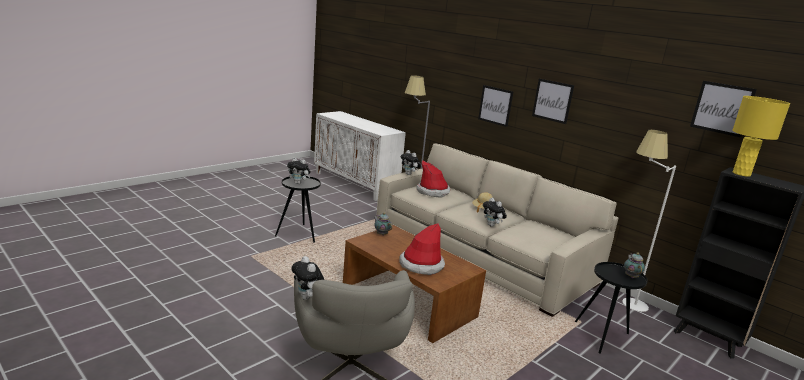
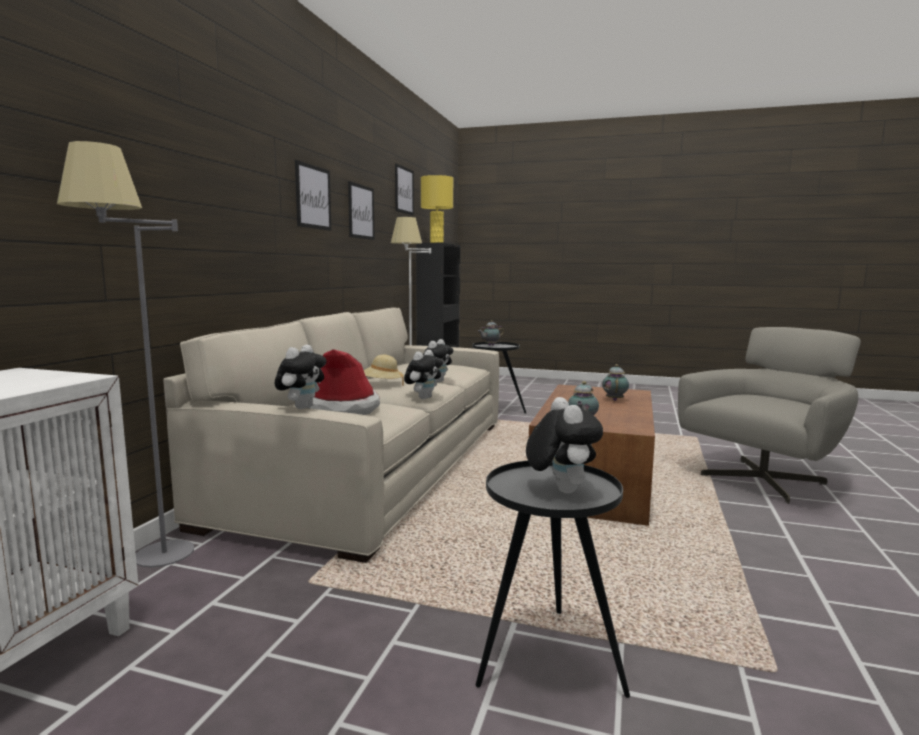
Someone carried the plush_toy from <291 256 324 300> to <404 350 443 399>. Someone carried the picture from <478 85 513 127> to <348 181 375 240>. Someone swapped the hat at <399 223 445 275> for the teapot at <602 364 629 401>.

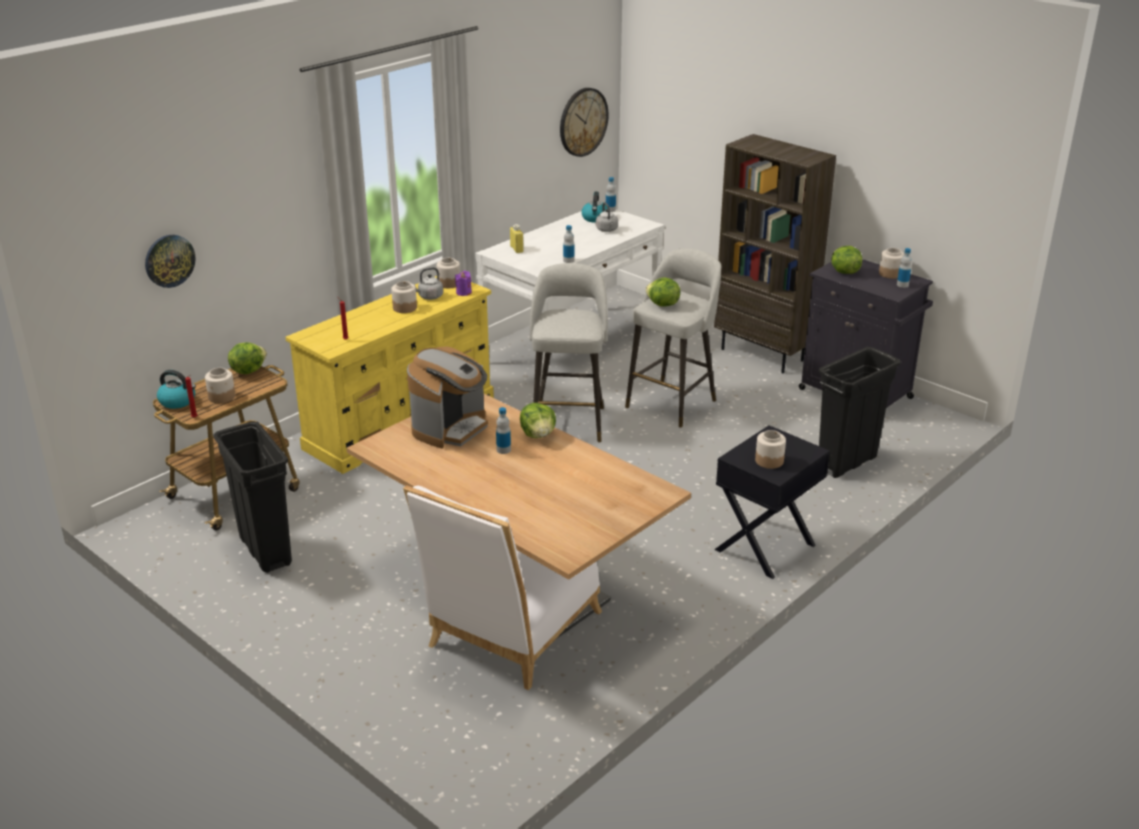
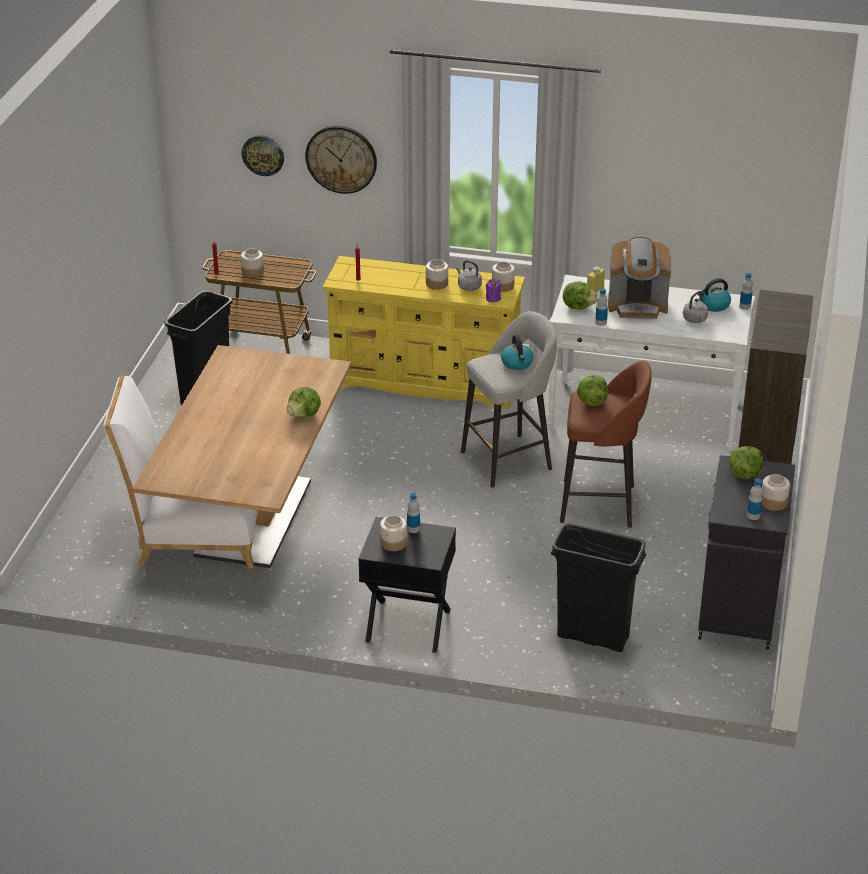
Someone carried the kettle from <157 370 196 409> to <501 335 534 370>. Someone carried the lettuce from <228 342 267 374> to <563 281 598 310>. Someone carried the coffee_machine from <407 347 488 448> to <608 237 671 319>. Someone carried the bottle from <496 407 511 454> to <407 493 420 533>. Someone carried the wall_clock from <560 88 609 157> to <305 126 377 194>. Someone repainted the grey_stool at <625 249 721 428>, which became the brown_stool at <560 361 652 528>.

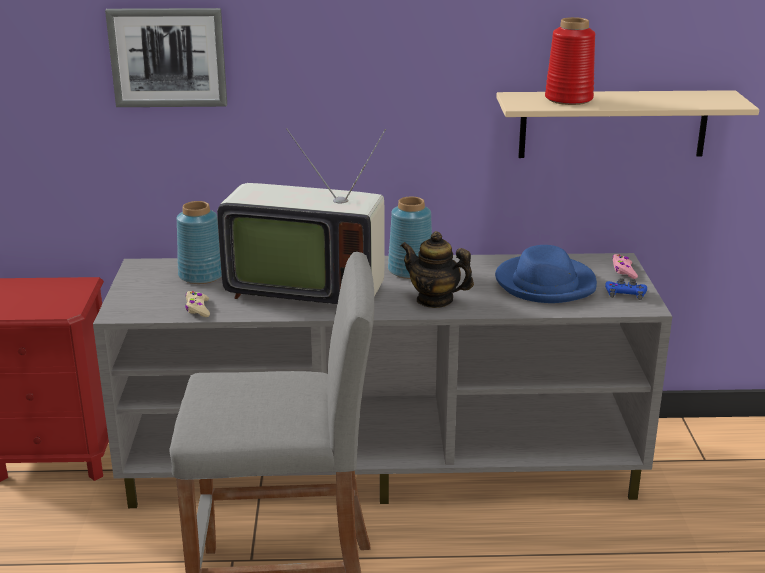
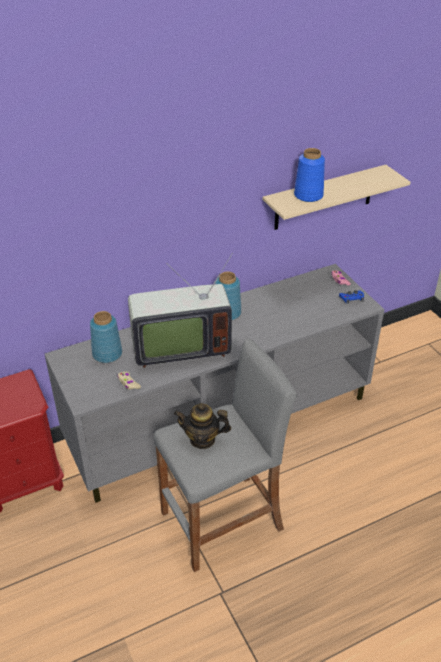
Someone took away the picture at <105 8 227 107>. Someone took away the blue_hat at <495 245 597 303>. Someone carried the teapot from <401 231 474 308> to <174 403 231 449>. Someone repainted the red_vase at <545 17 595 105>, which became the blue_vase at <294 148 325 202>.

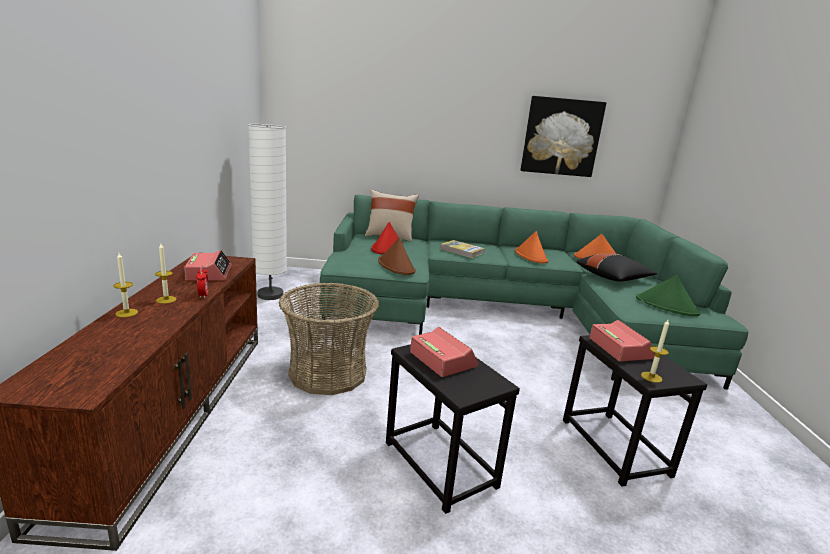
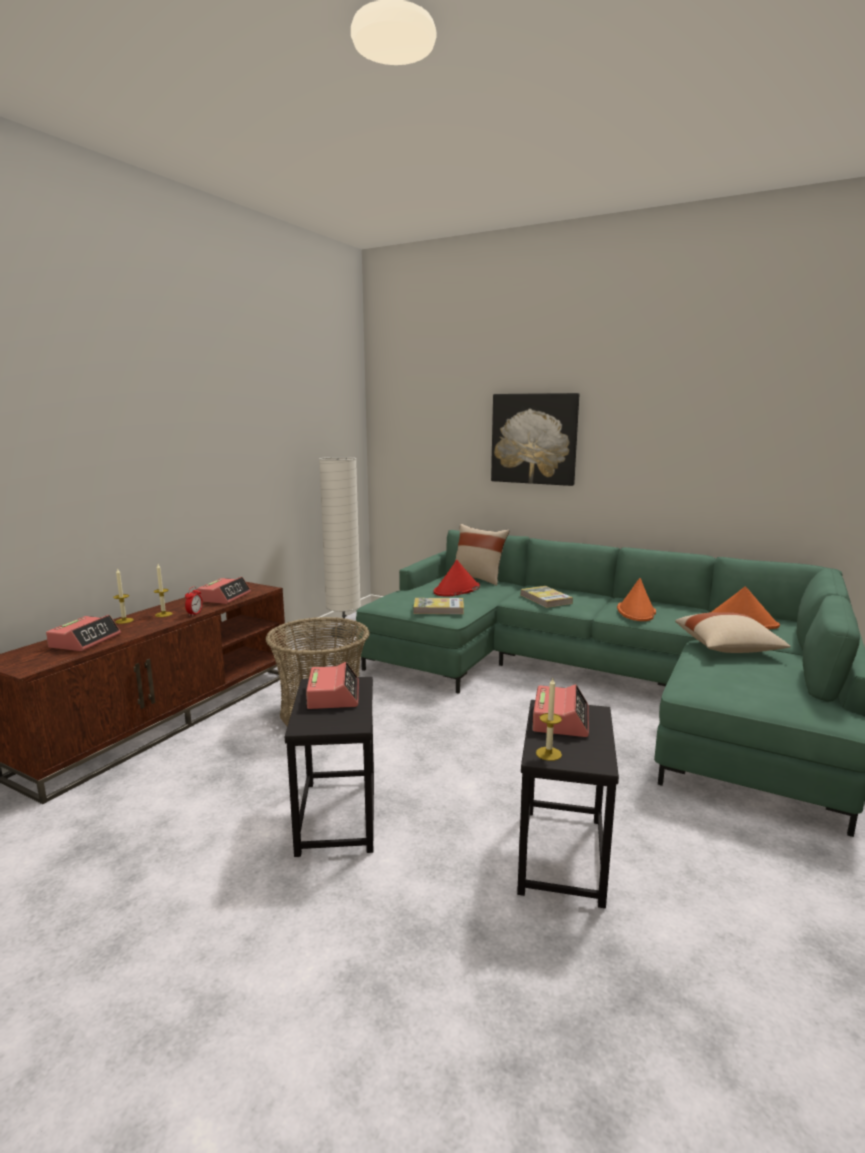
Someone took away the green_hat at <636 275 700 316>. Someone put down the alarm_clock at <46 615 121 651>. Someone carried the picture from <521 96 606 177> to <491 393 579 486>. Someone swapped the brown_hat at <378 237 416 275> for the book at <414 598 464 614>. Someone repainted the black_pillow at <576 253 657 282>, which became the beige_pillow at <675 612 791 653>.

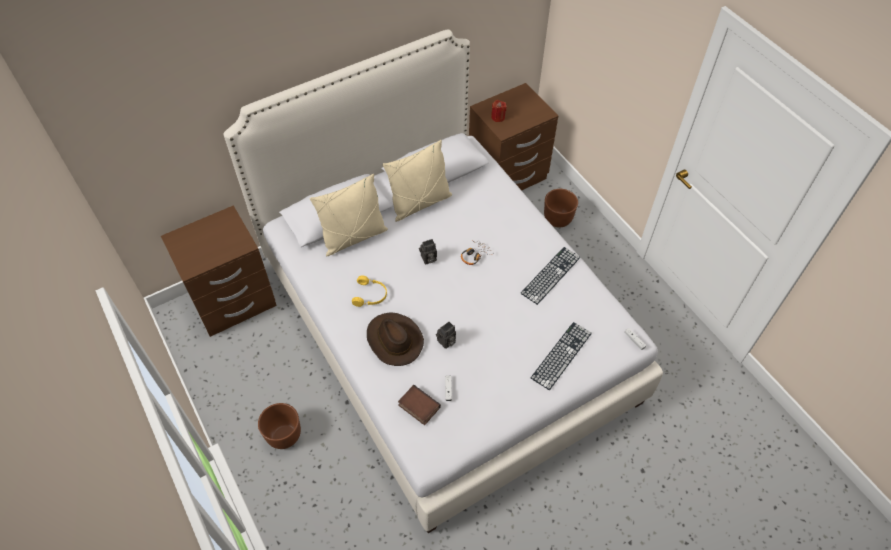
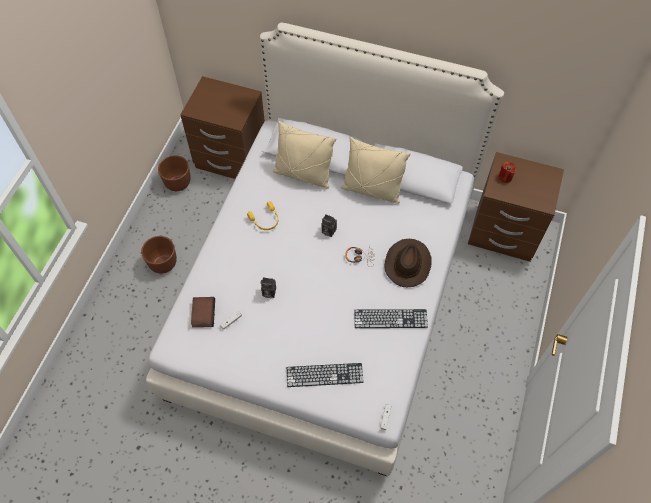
Someone carried the brown_hat from <367 312 424 366> to <385 239 432 287>. Someone carried the brown_planter from <544 189 578 228> to <158 155 191 191>.

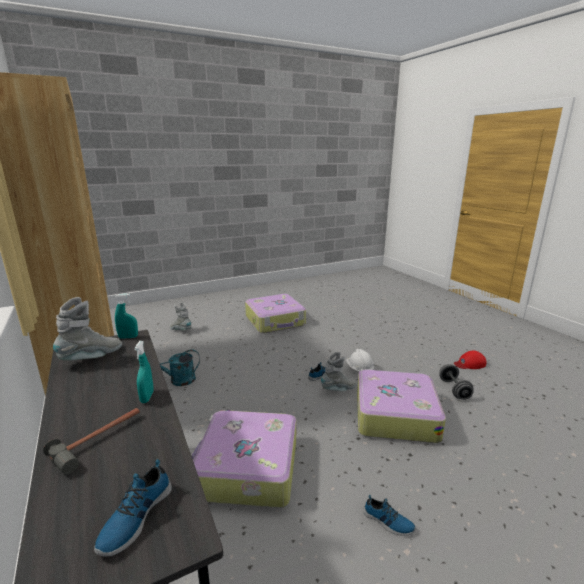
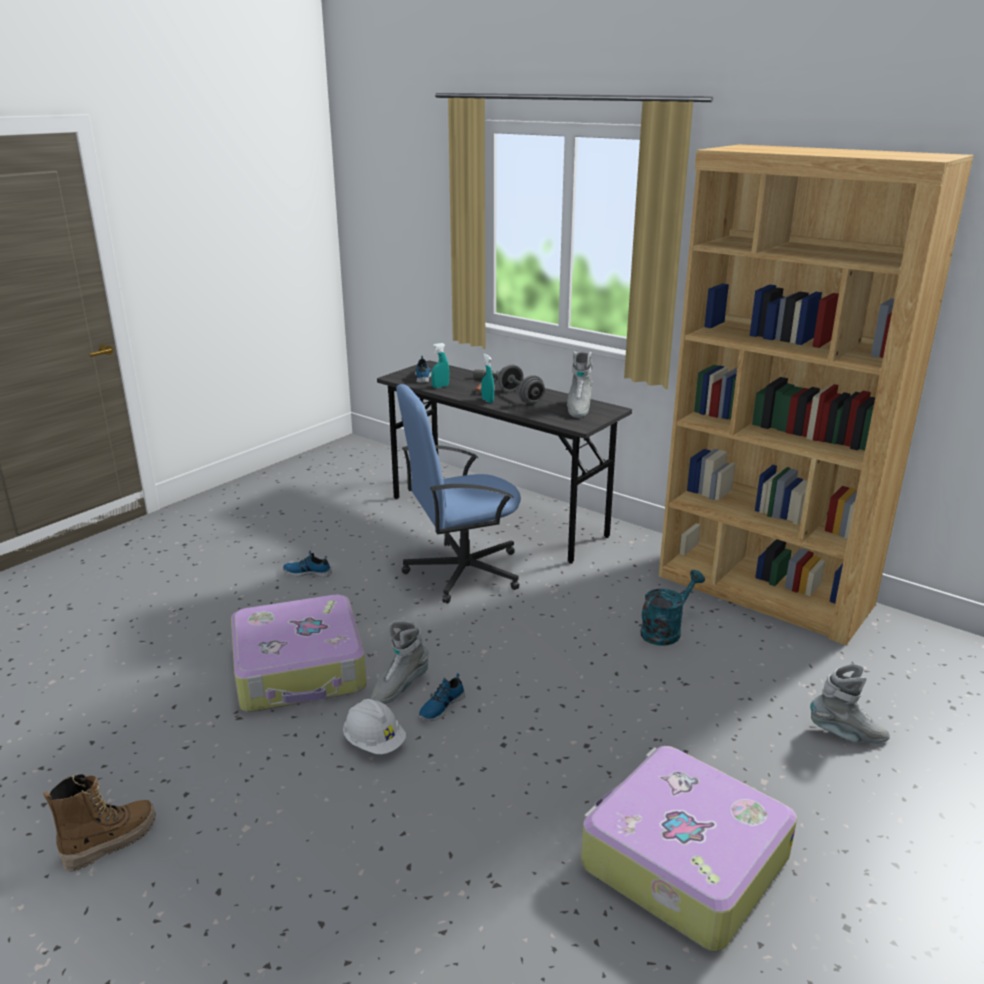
Someone carried the turquoise_spray_bottle from <115 294 138 339> to <431 343 449 388>. Someone carried the grey_dumbbell from <439 364 474 400> to <498 365 545 404>. Someone swapped the suitcase at <191 410 296 508> for the blue_office_chair at <396 384 521 604>. Someone swapped the red_cap at <454 351 486 369> for the boot at <43 774 155 872>.

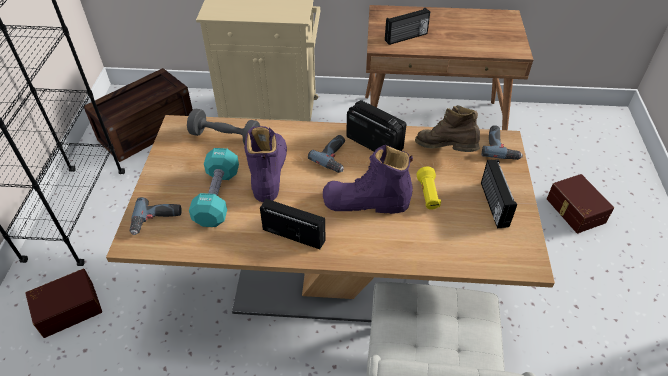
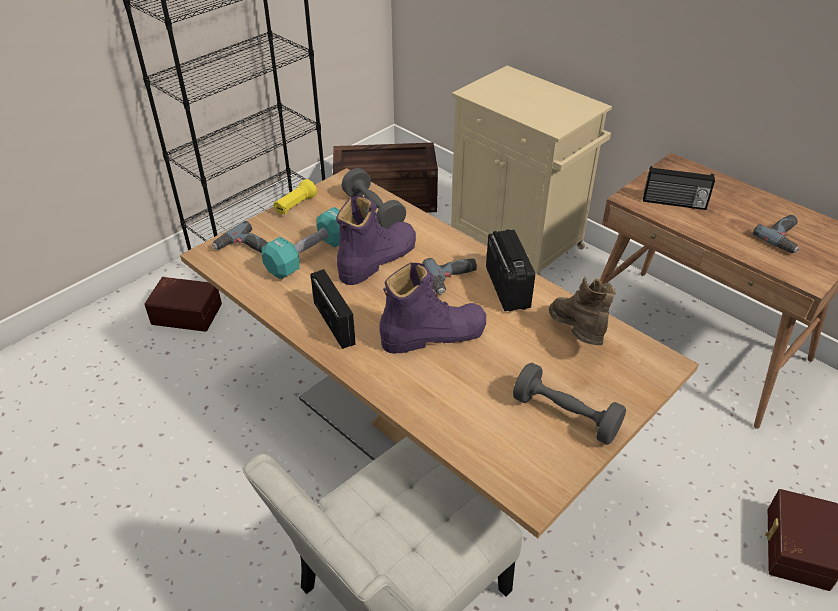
Someone carried the yellow_flashlight from <417 167 441 210> to <273 179 317 214>. Someone carried the power_drill from <482 125 523 160> to <753 215 799 253>. Someone swapped the radio at <481 159 517 228> for the grey_dumbbell at <513 363 626 445>. Someone rotated the purple_boot at <323 145 413 214> by 120 degrees clockwise.

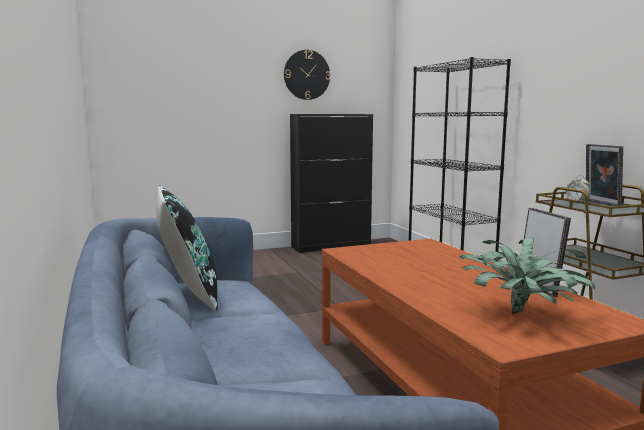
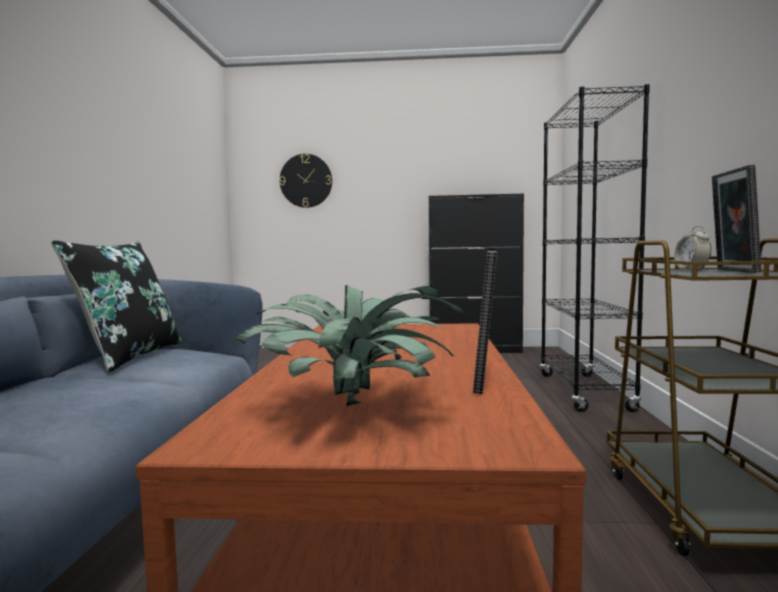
Someone carried the wall_clock from <284 50 330 100> to <279 154 332 208>.

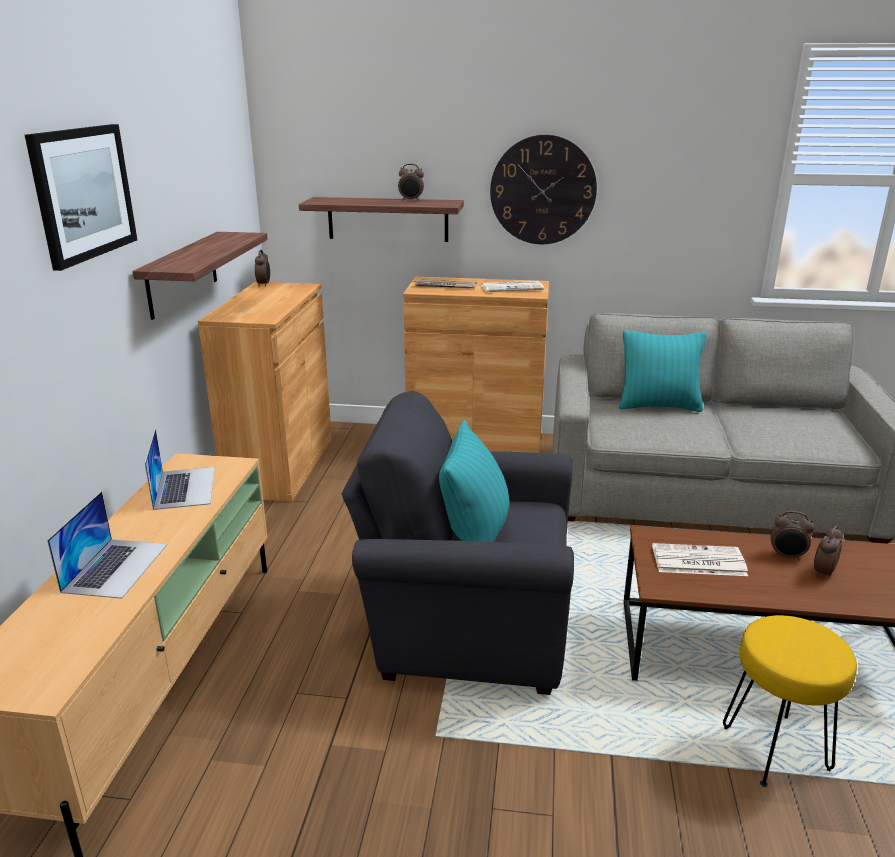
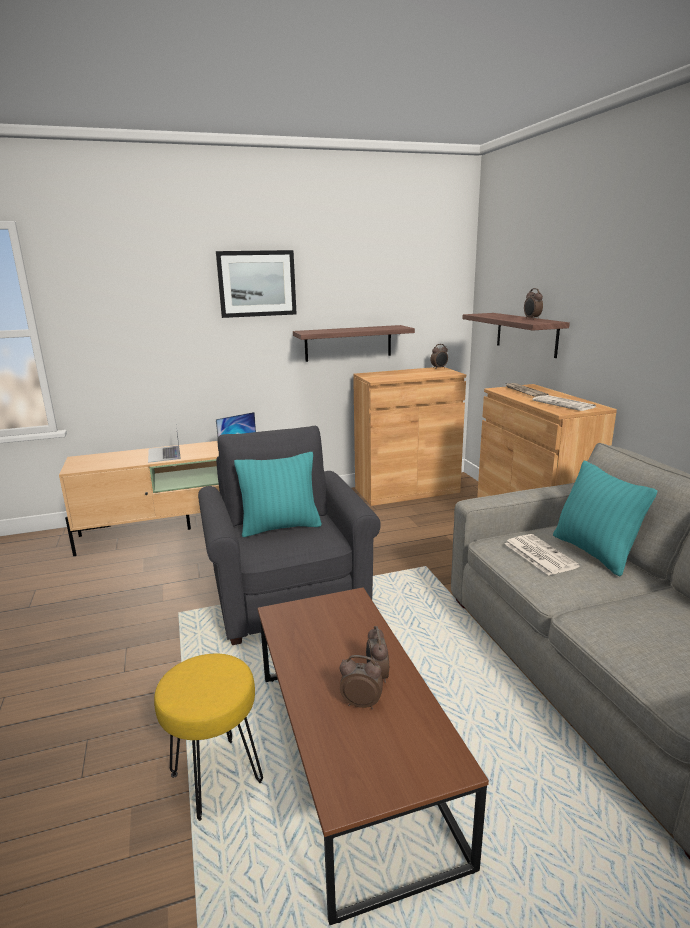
Someone took away the wall_clock at <490 135 597 244>. Someone carried the newspaper from <652 543 748 576> to <504 534 580 576>. Someone rotated the laptop at <47 491 167 599> by 90 degrees clockwise.

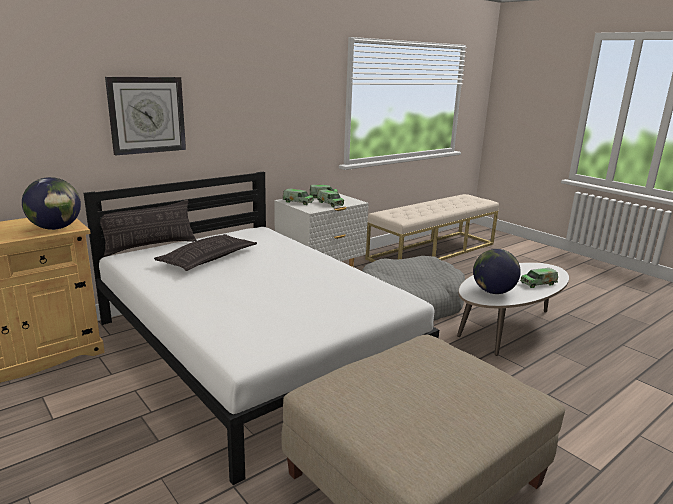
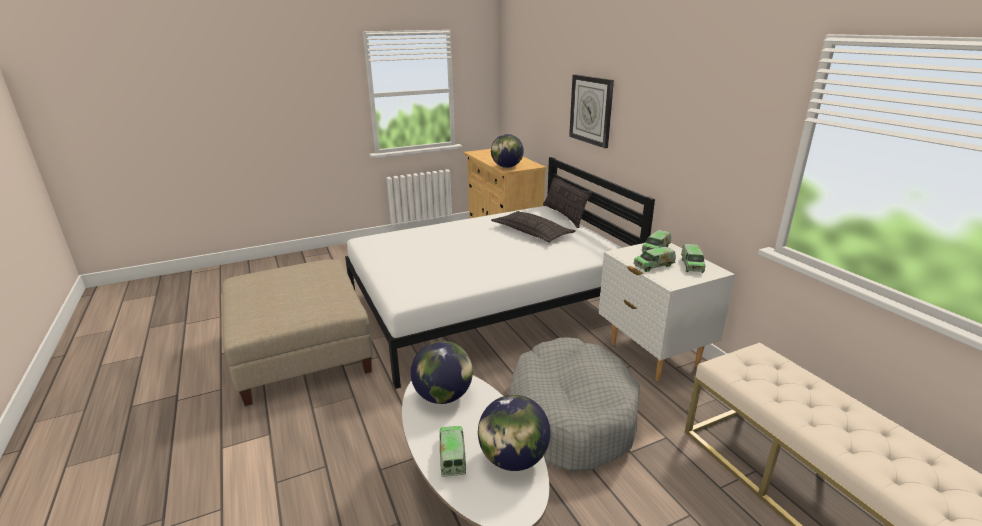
Someone put down the globe at <478 395 551 471>.

